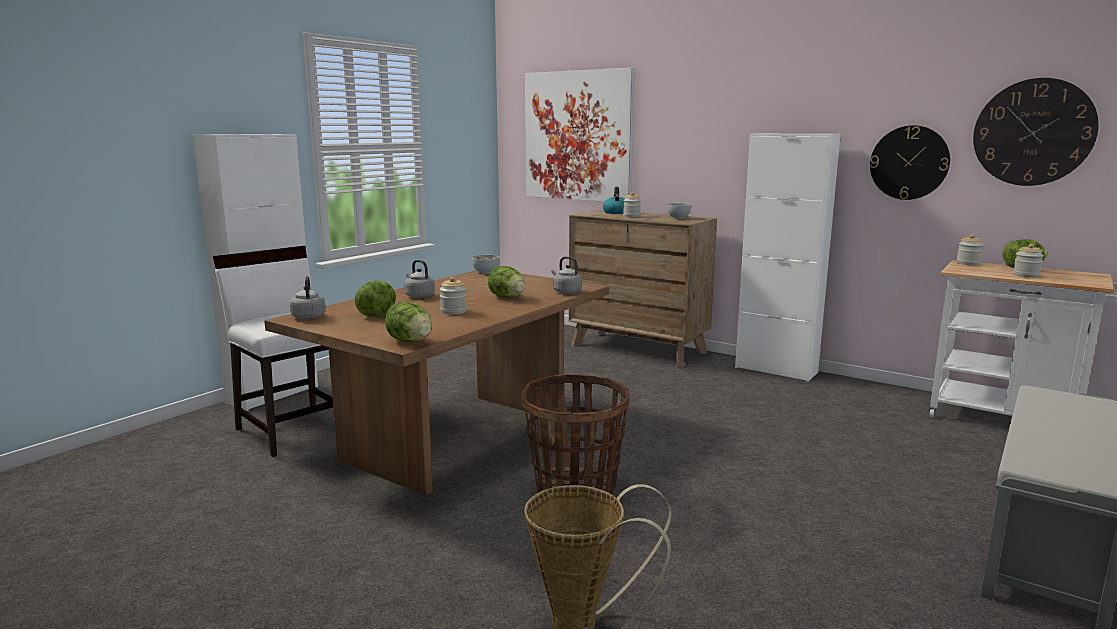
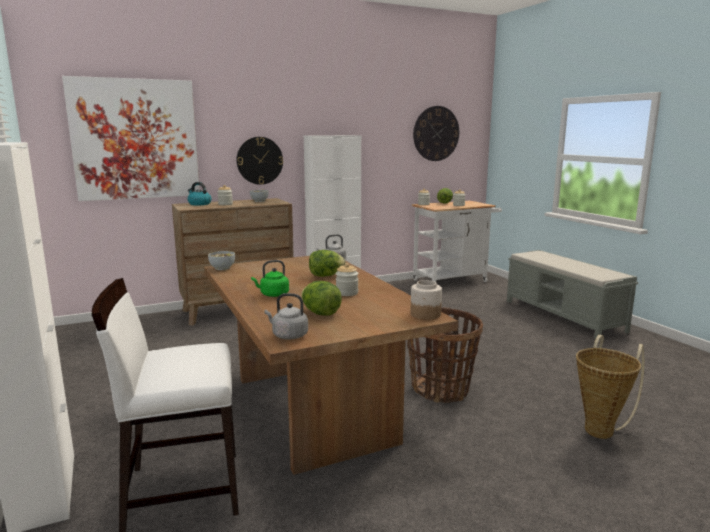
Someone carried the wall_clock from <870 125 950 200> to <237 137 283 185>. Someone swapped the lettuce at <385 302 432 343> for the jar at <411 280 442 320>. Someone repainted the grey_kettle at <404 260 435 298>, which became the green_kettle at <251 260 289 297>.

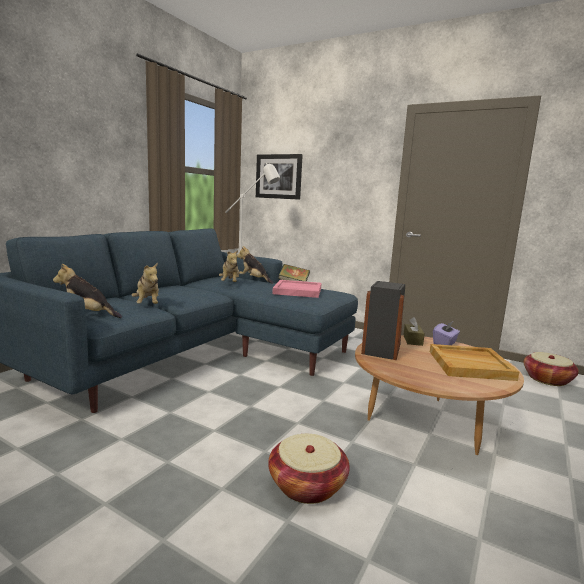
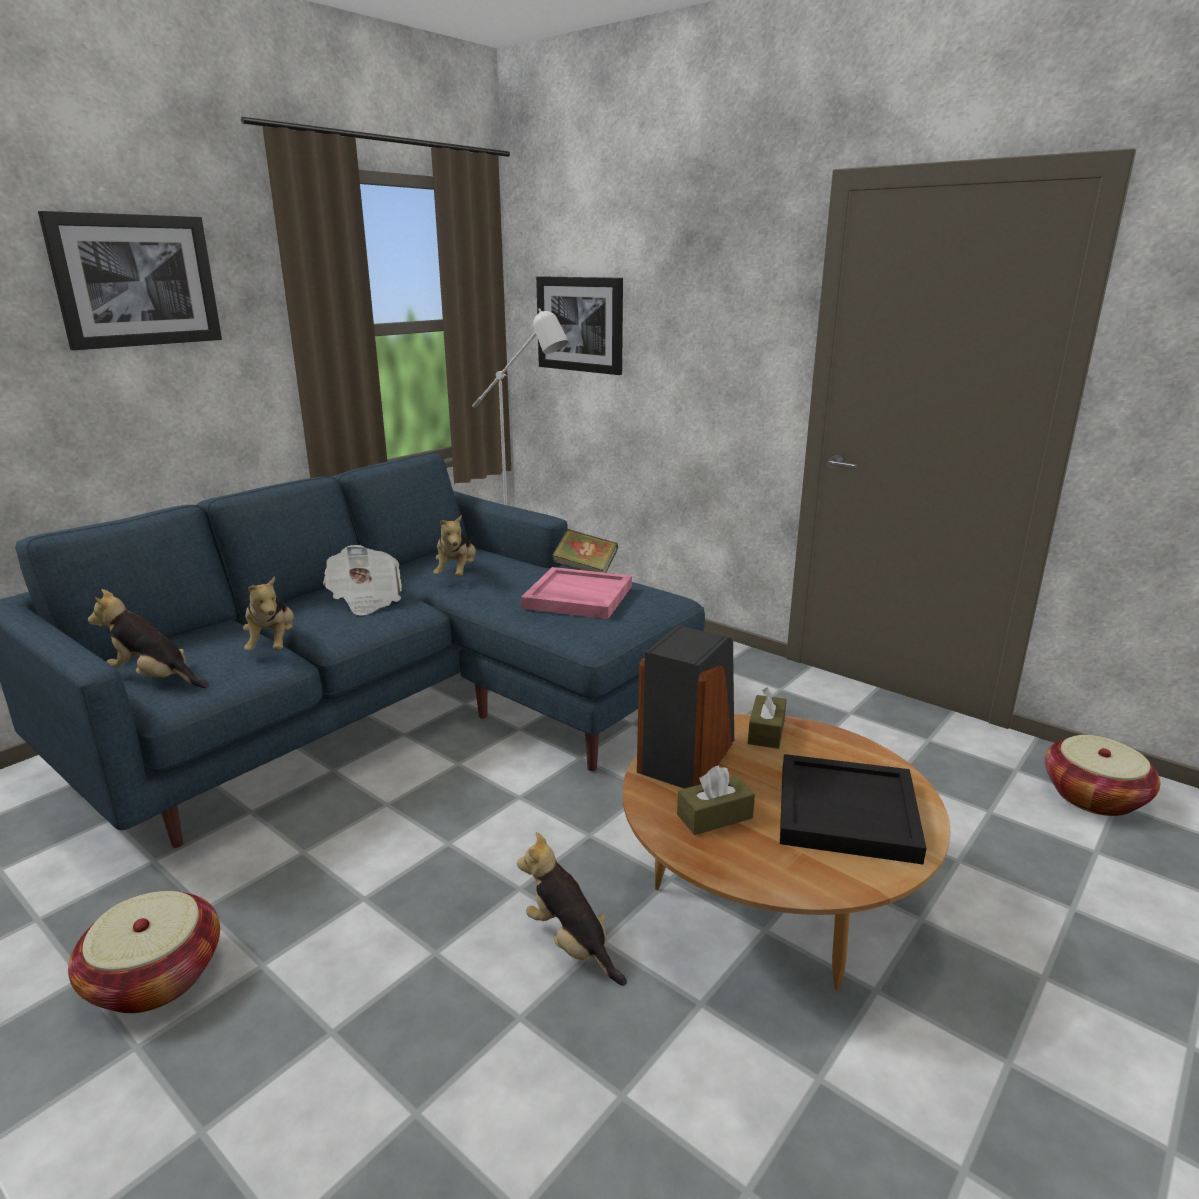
Someone took away the purple_tissue_box at <433 322 460 345>. Someone put up the picture at <38 211 222 350>. Someone put down the newspaper at <323 545 402 616>. Someone put down the brown_tissue_box at <677 765 755 835>. Someone carried the plush_toy from <237 246 273 284> to <517 832 627 986>. Someone carried the basket from <268 434 350 504> to <68 891 220 1013>. Someone repainted the beige_tray at <430 344 519 381>, which became the black_tray at <780 754 927 865>.

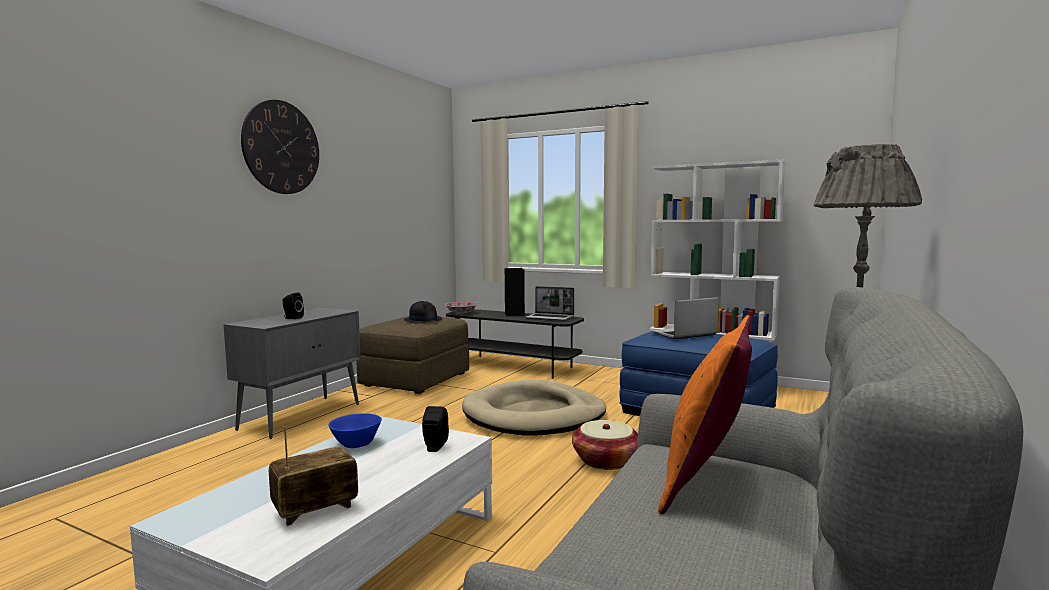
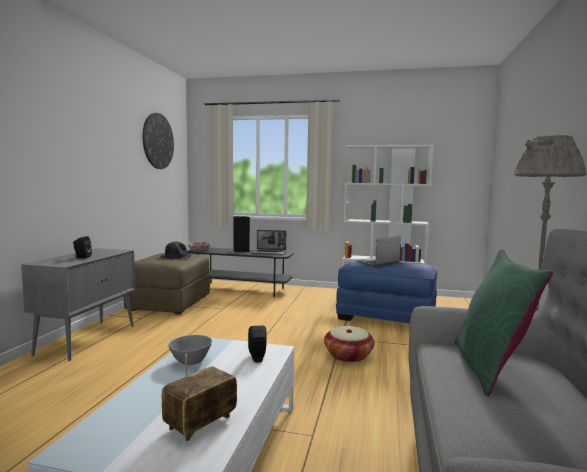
Someone took away the beige_dog_bed at <462 380 606 436>. Someone carried the wall_clock from <241 100 319 194> to <142 113 174 169>. Someone repainted the blue_bowl at <329 413 382 448>, which became the grey_bowl at <168 335 212 365>. Someone repainted the orange_pillow at <658 315 752 514>, which became the green_pillow at <455 249 553 396>.

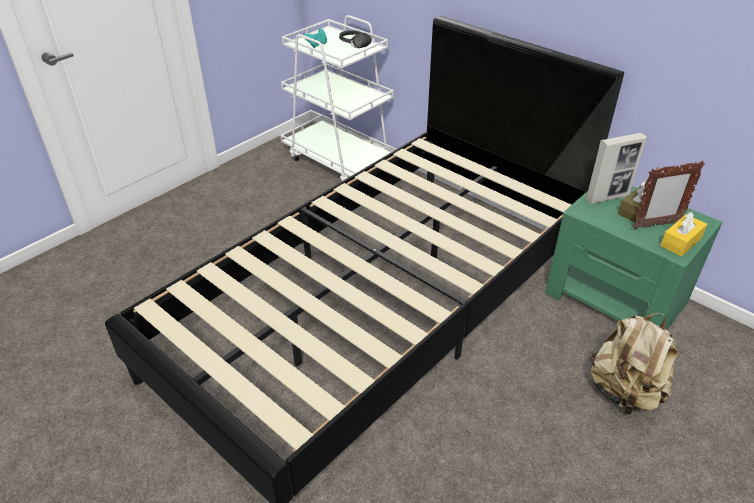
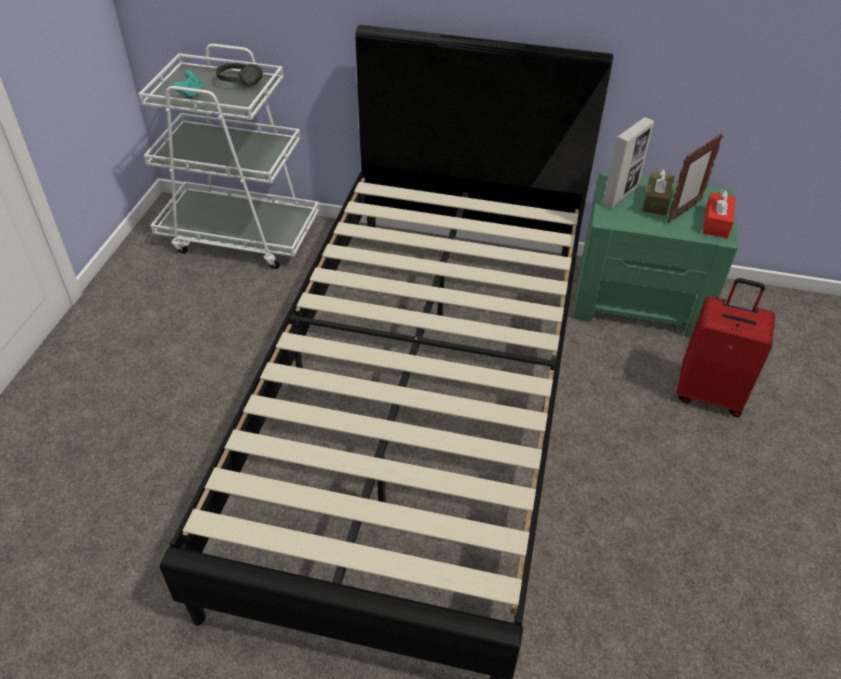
Someone swapped the beige_backpack at <590 313 678 415> for the red_suitcase at <677 278 775 417>. Someone repainted the yellow_tissue_box at <660 212 707 257>, which became the red_tissue_box at <703 189 736 238>.

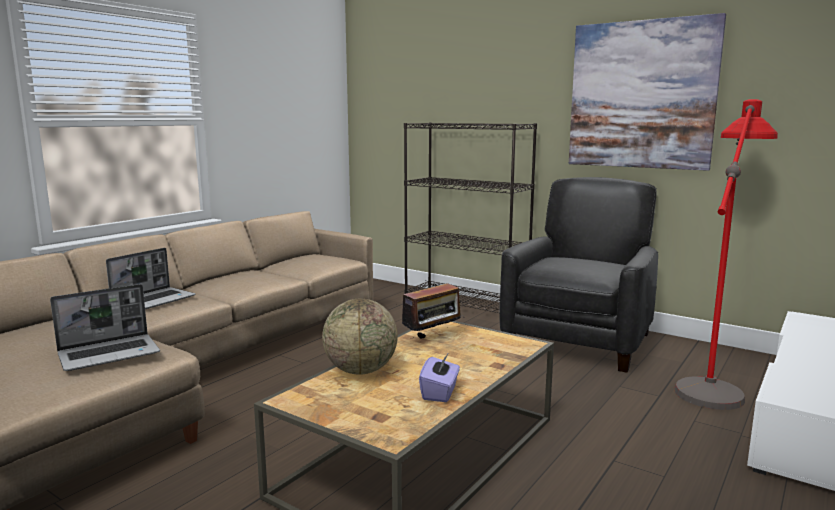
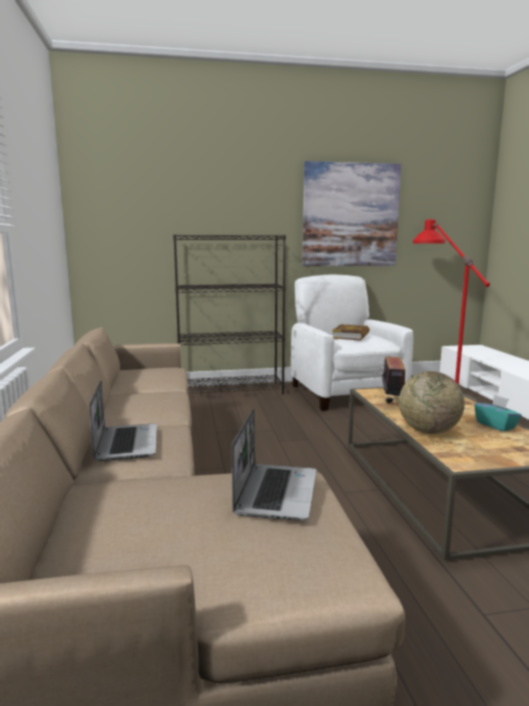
Someone put down the book at <332 324 370 340>. Someone repainted the purple_tissue_box at <419 354 460 402>, which became the turquoise_tissue_box at <474 395 521 431>. Someone repainted the black_armchair at <499 177 658 373>, which became the white_armchair at <291 275 413 411>.

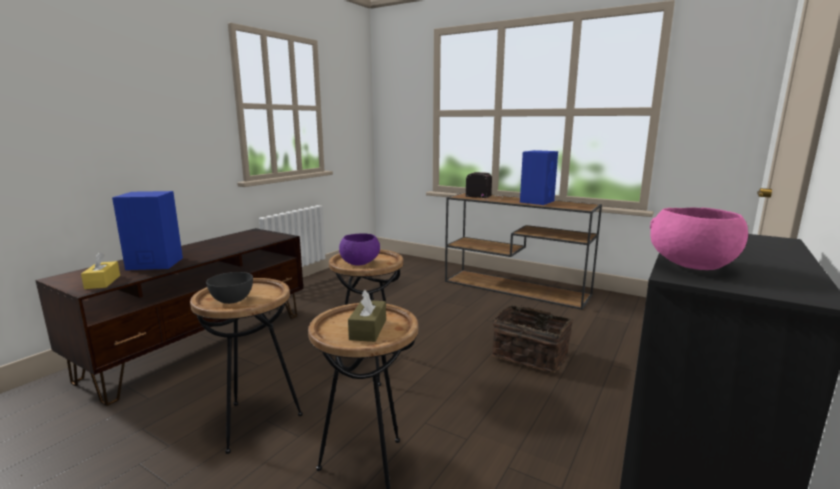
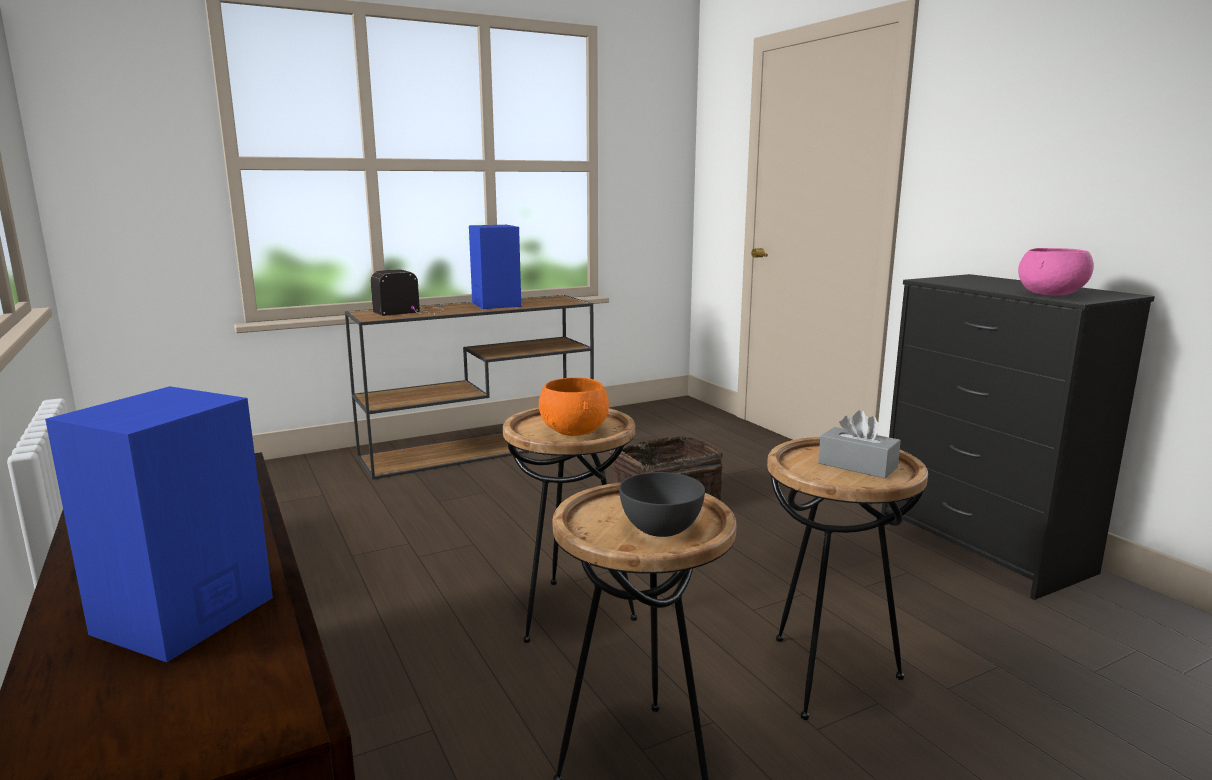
Someone took away the yellow_tissue_box at <81 252 120 289>. Someone repainted the purple_bowl at <339 233 380 265>, which became the orange_bowl at <539 377 609 436>. Someone repainted the brown_tissue_box at <348 290 386 342>, which became the grey_tissue_box at <818 410 901 479>.

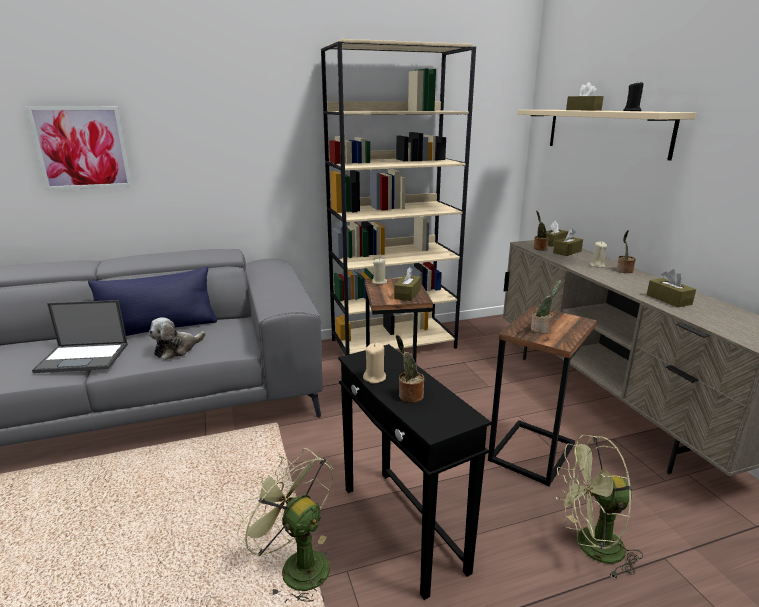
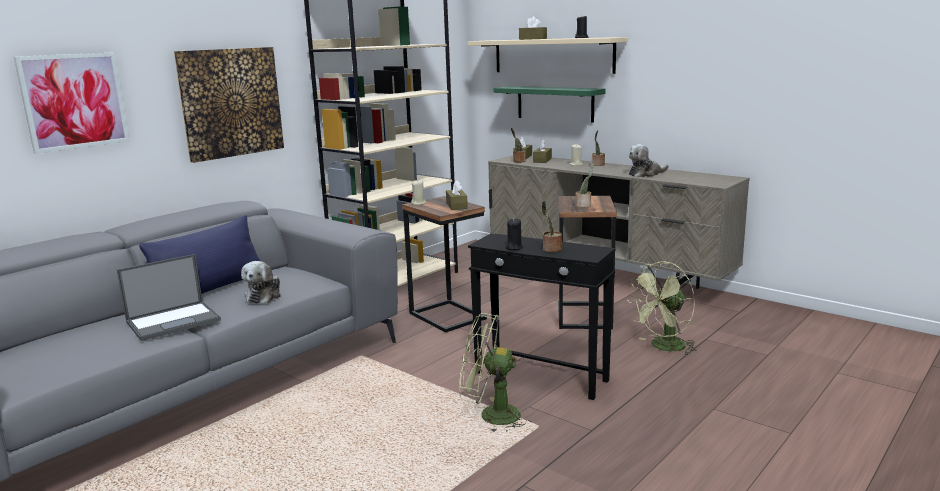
Someone put up the picture at <174 47 284 163>. Someone put up the green_shelf at <493 86 606 123>. Someone swapped the brown_tissue_box at <647 269 696 307> for the plush_toy at <629 144 669 177>. Someone repainted the beige_candle at <363 343 386 383>, which became the black_candle at <505 219 523 250>.

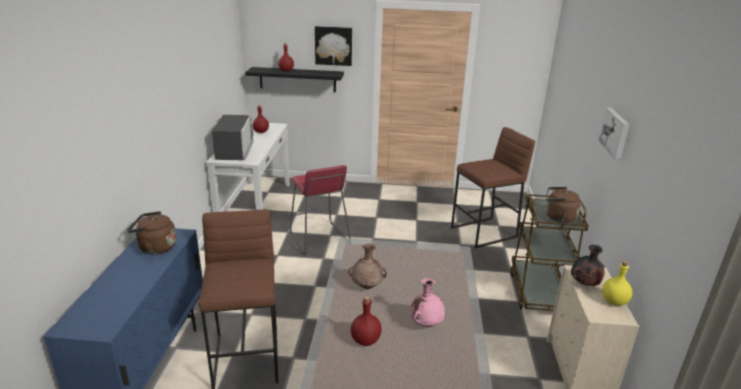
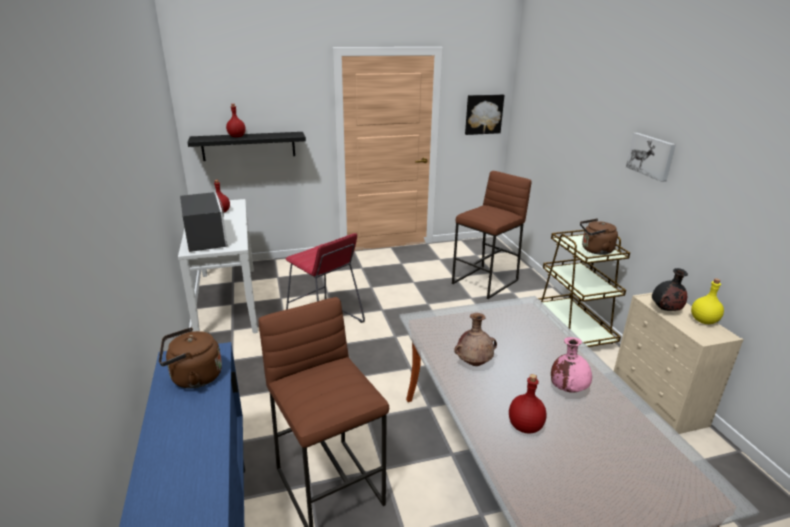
Someone carried the picture from <315 26 352 66> to <465 94 504 135>.

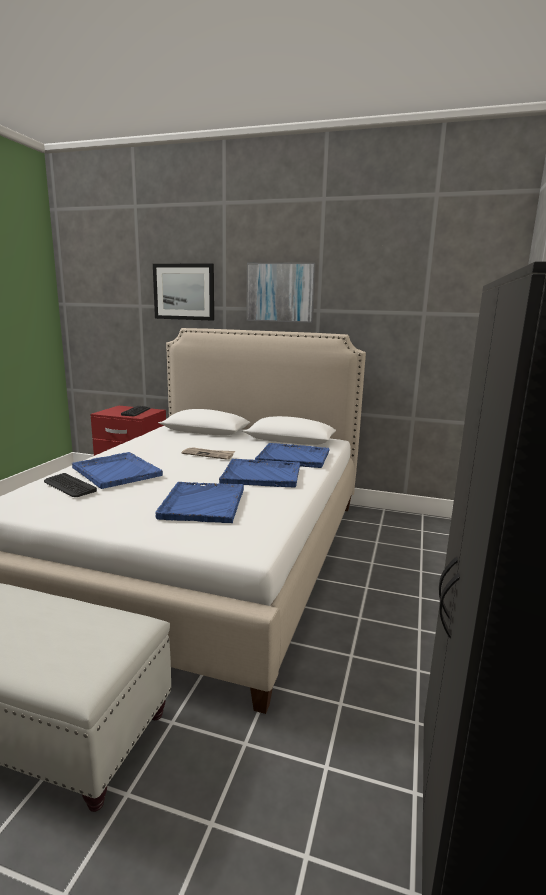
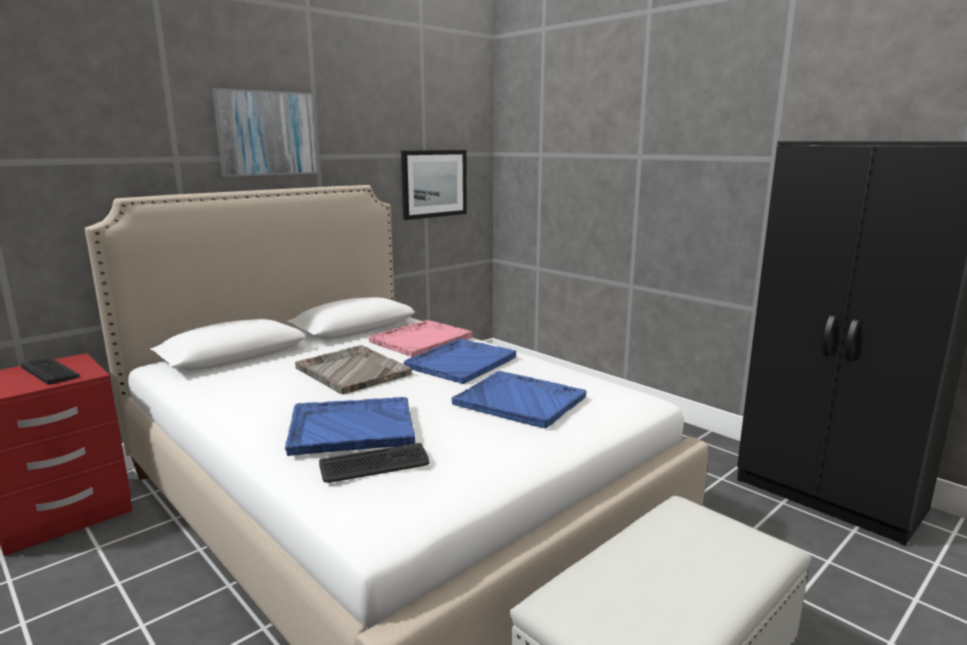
Someone carried the picture from <153 264 214 321> to <401 150 467 220>. Someone swapped the newspaper at <181 447 235 460> for the grey_tray at <295 345 412 394>. Someone repainted the blue_tray at <255 443 330 468>, which became the pink_tray at <369 320 472 357>.

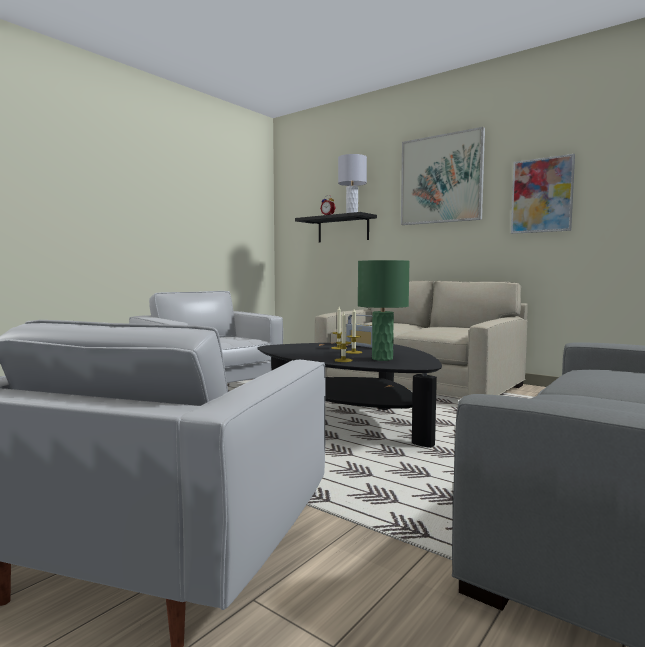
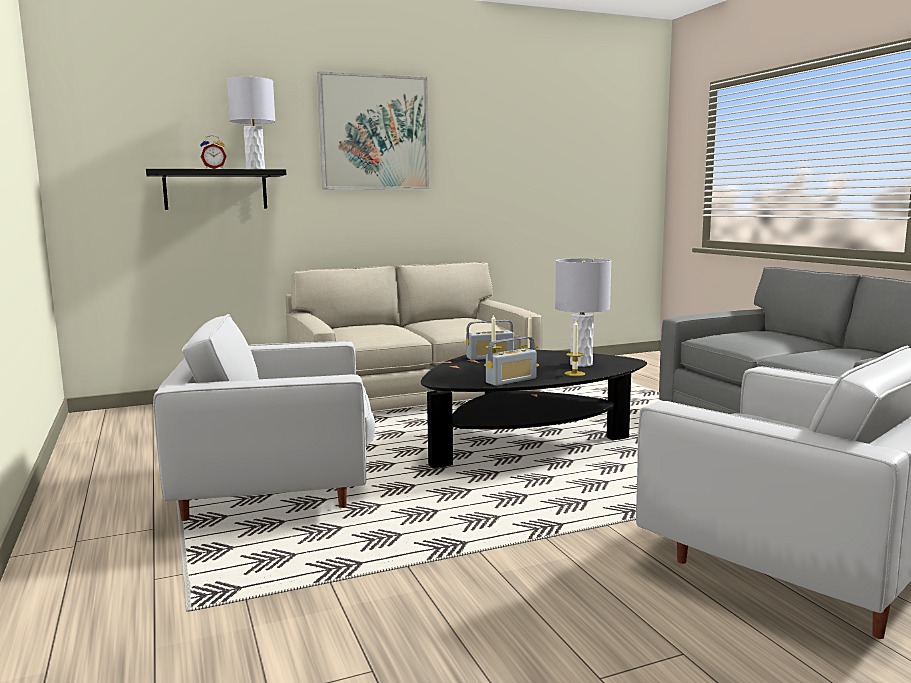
Someone took away the picture at <511 154 575 234>. Someone put down the radio at <486 337 537 386>. Someone repainted the green_table_lamp at <358 260 410 361>, which became the grey_table_lamp at <555 258 611 367>.

